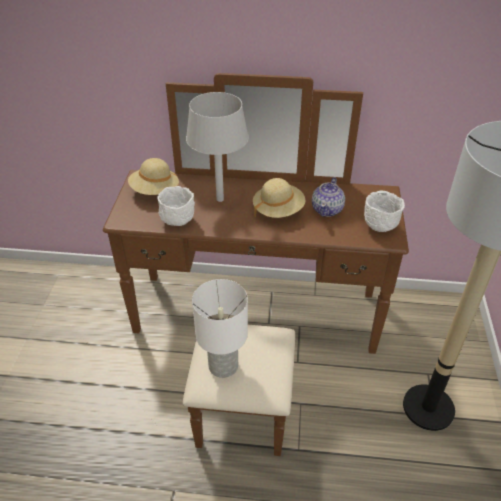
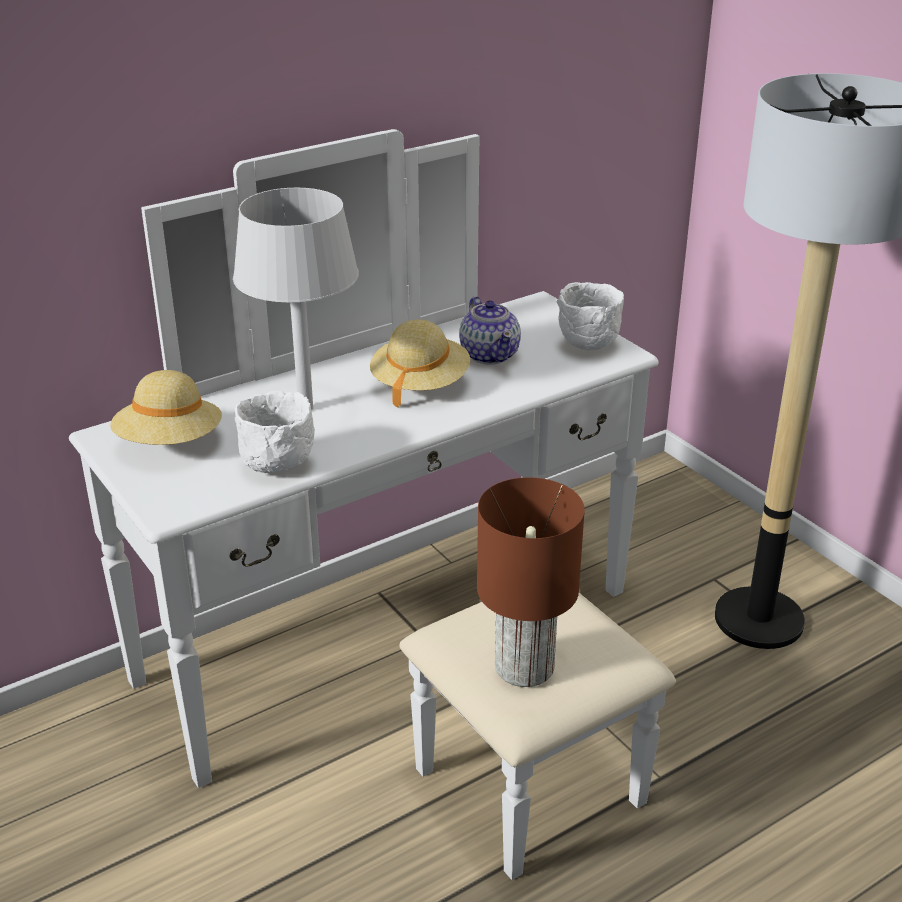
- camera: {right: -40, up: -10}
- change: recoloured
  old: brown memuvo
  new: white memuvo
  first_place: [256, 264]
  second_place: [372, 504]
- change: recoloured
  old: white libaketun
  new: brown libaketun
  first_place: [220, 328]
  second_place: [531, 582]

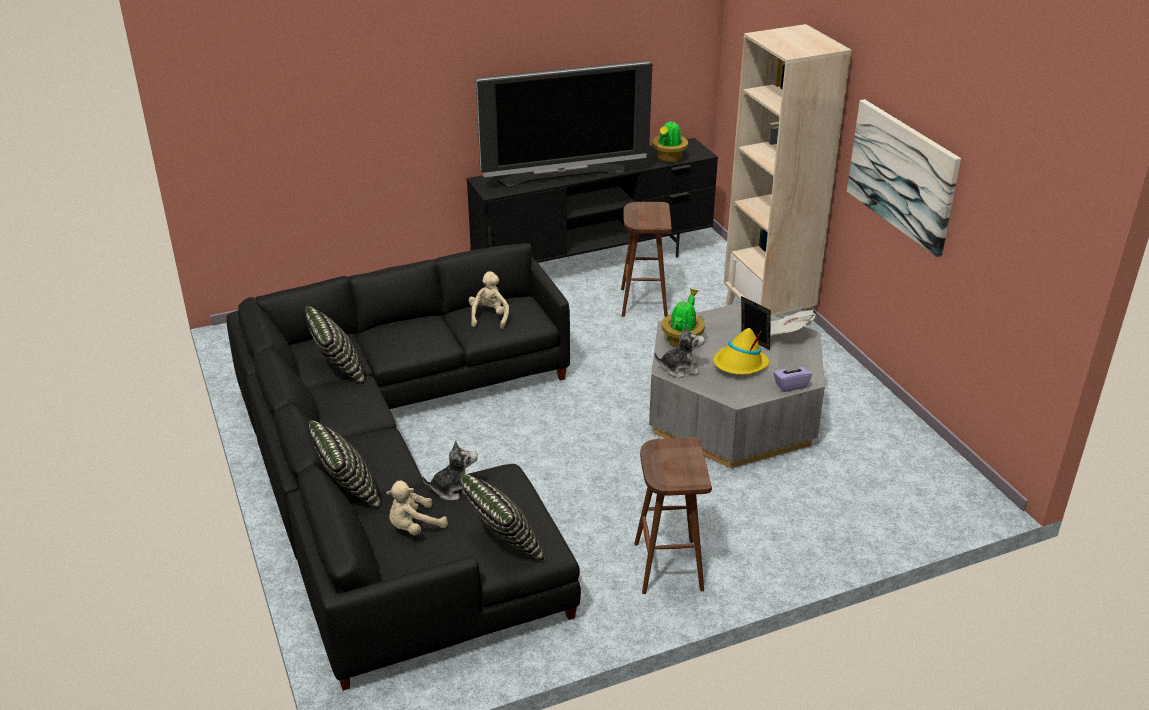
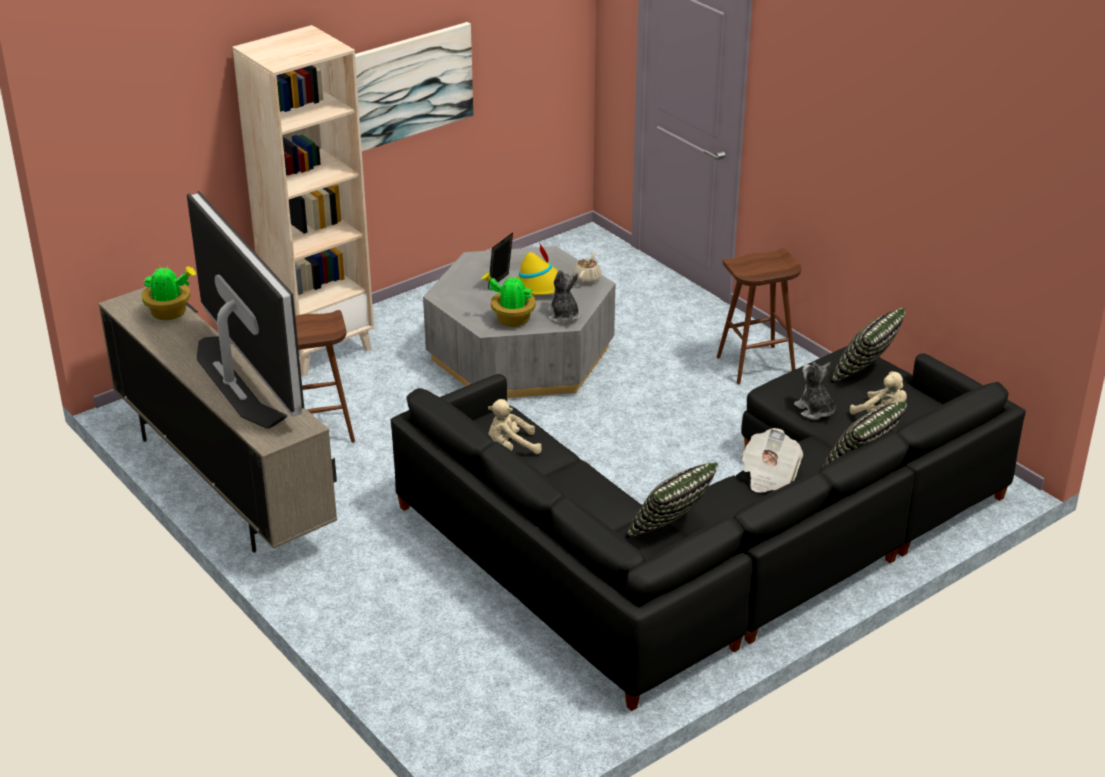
- camera: {right: -105, up: 0}
- change: recoloured
  old: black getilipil
  new: beige getilipil
  first_place: [592, 200]
  second_place: [218, 420]
- change: moved
  old: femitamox
  first_place: [793, 323]
  second_place: [772, 460]
- change: removed
  old: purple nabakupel
  first_place: [792, 377]
- change: added
  new: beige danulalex
  second_place: [587, 268]

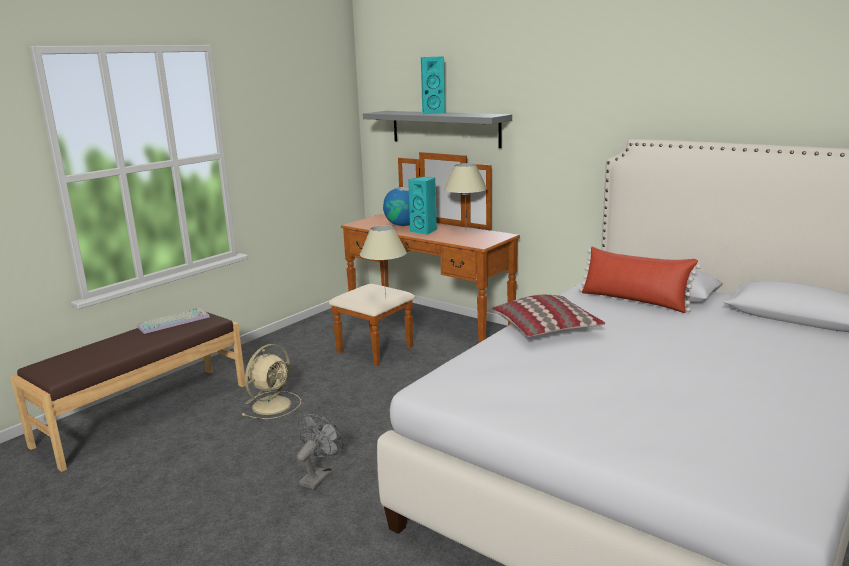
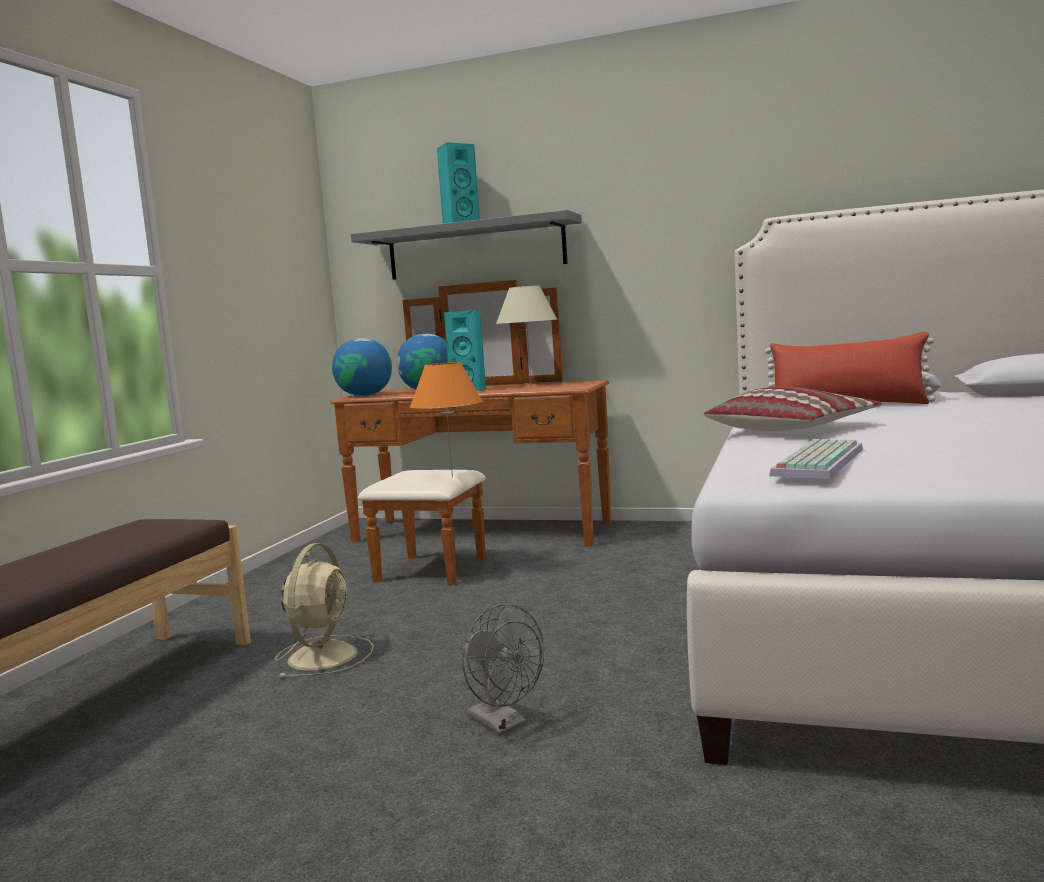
- camera: {right: -20, up: -10}
- change: moved
  old: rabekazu
  first_place: [173, 321]
  second_place: [816, 459]
- change: turned
  old: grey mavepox
  first_place: [320, 451]
  second_place: [503, 669]
  degrees: 135
- change: recoloured
  old: beige libaketun
  new: orange libaketun
  first_place: [383, 262]
  second_place: [446, 419]
- change: added
  new: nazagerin
  second_place: [362, 367]

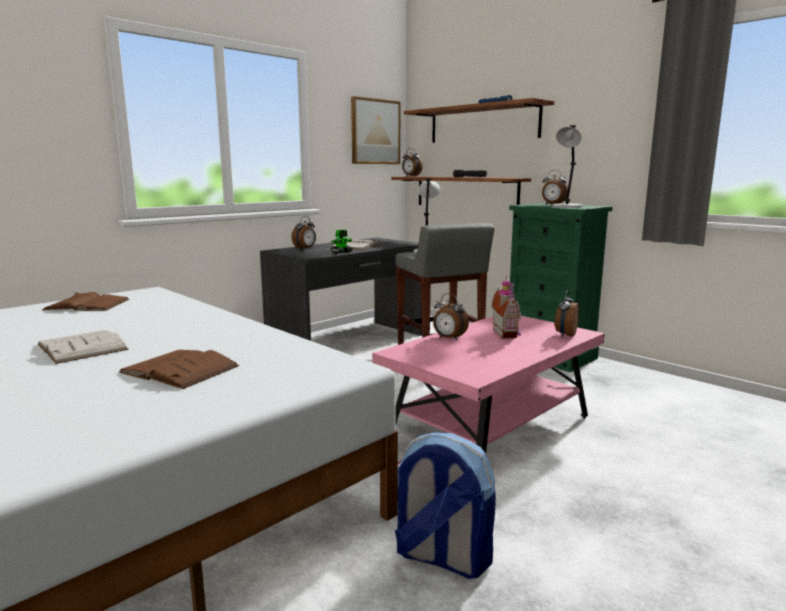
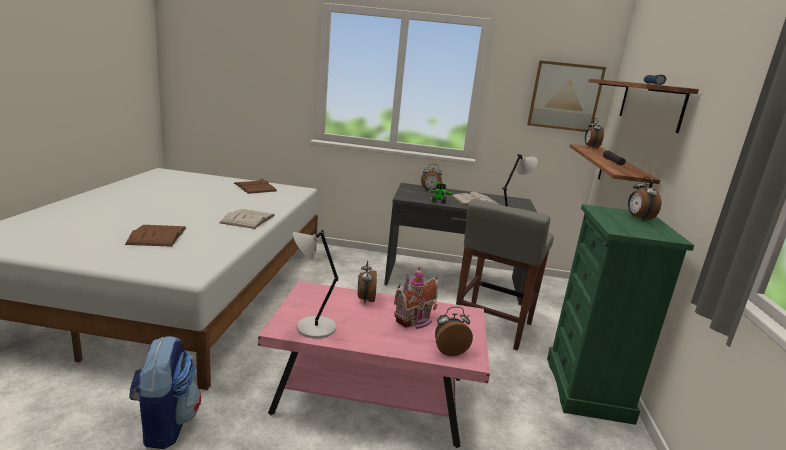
- camera: {right: 50, up: 5}
- change: moved
  old: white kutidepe
  first_place: [83, 347]
  second_place: [247, 219]
- change: moved
  old: grey libaketun
  first_place: [567, 166]
  second_place: [315, 284]

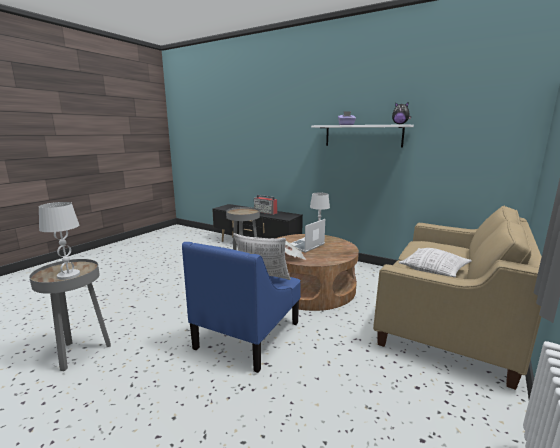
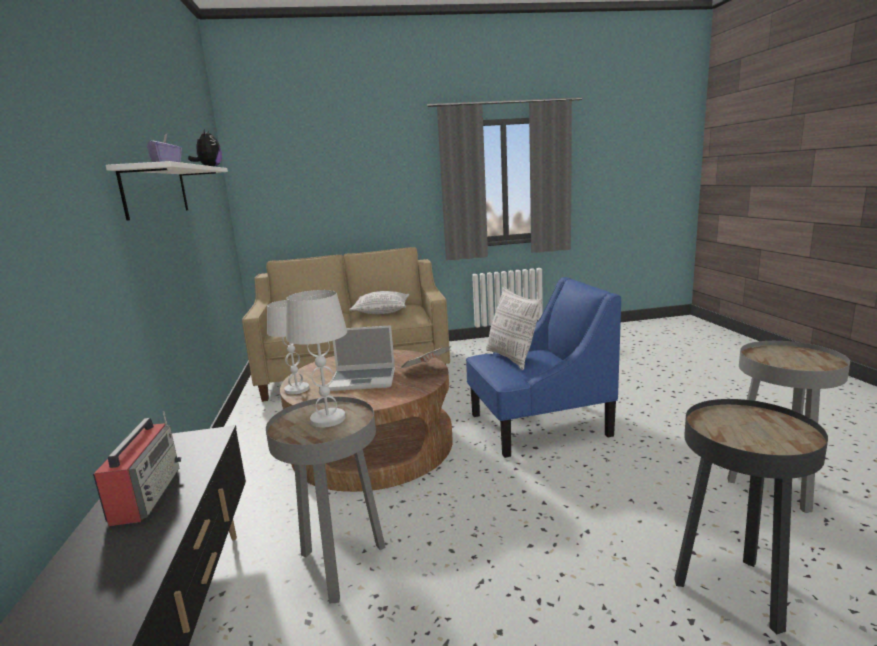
- camera: {right: -130, up: 0}
- change: moved
  old: white libaketun
  first_place: [59, 241]
  second_place: [316, 358]
- change: added
  new: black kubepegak
  second_place: [751, 516]

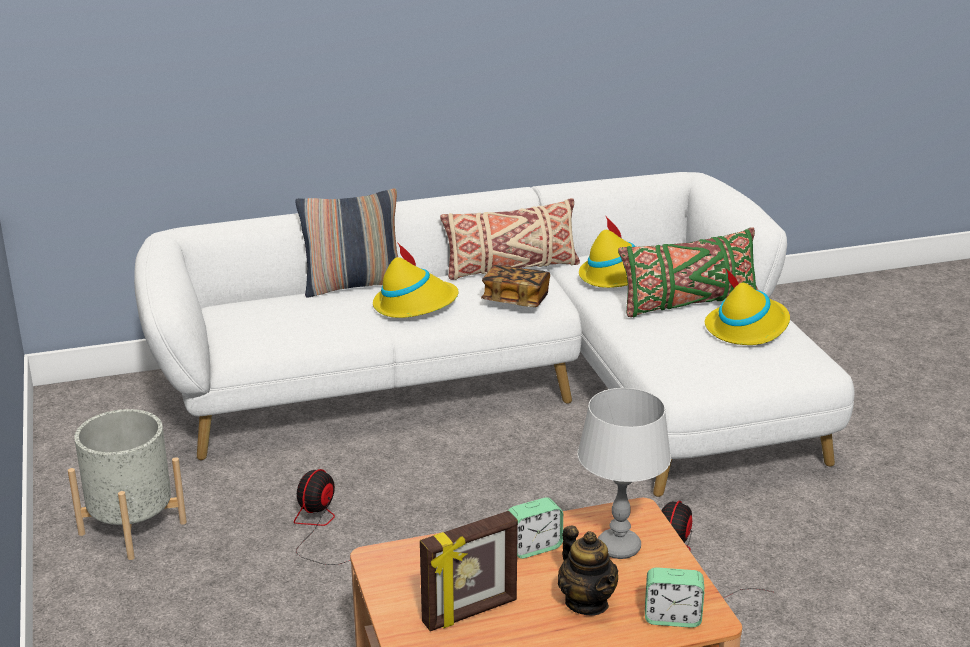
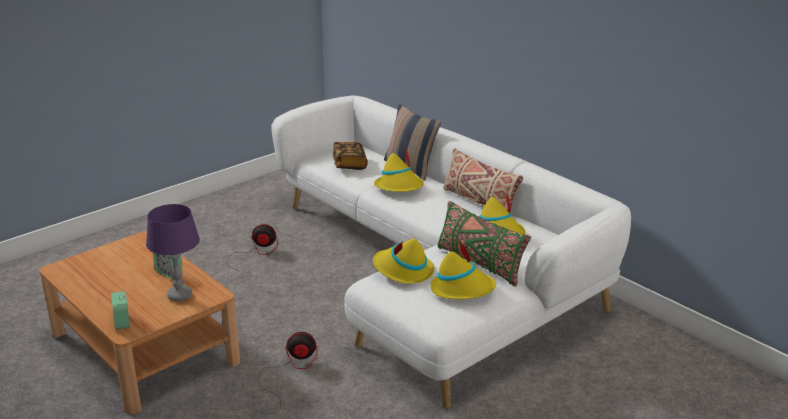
- camera: {right: 65, up: 0}
- change: removed
  old: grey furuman
  first_place: [127, 484]
- change: removed
  old: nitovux
  first_place: [469, 571]
- change: moved
  old: kutidepe
  first_place: [515, 286]
  second_place: [350, 156]
- change: removed
  old: danulalex
  first_place: [588, 571]
- change: recoloured
  old: grey libaketun
  new: purple libaketun
  first_place: [624, 473]
  second_place: [173, 252]
- change: added
  new: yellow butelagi
  second_place: [403, 261]

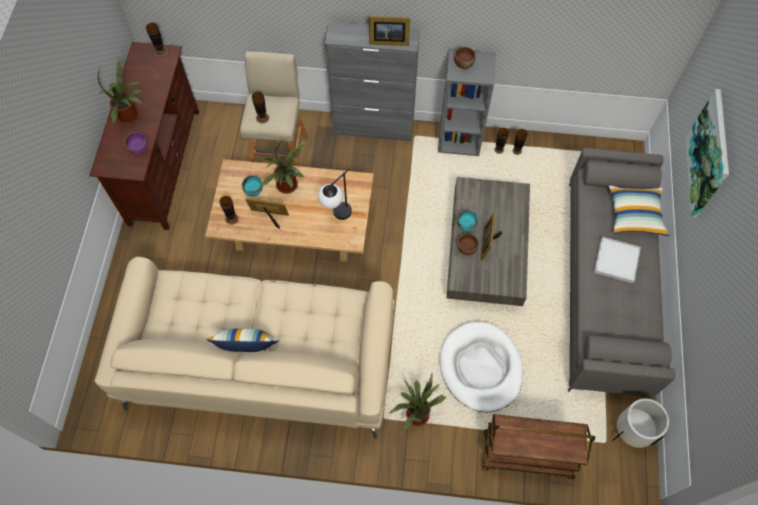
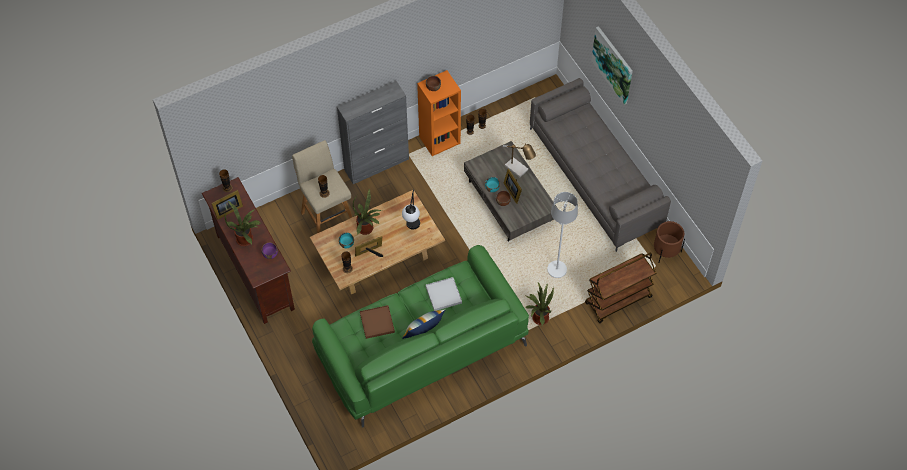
- camera: {right: -35, up: -5}
- change: recoloured
  old: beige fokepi
  new: green fokepi
  first_place: [245, 348]
  second_place: [420, 336]
- change: moved
  old: nitovux
  first_place: [389, 31]
  second_place: [227, 205]
- change: recoloured
  old: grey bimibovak
  new: orange bimibovak
  first_place: [467, 102]
  second_place: [439, 113]
- change: replaced
  old: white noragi
  new: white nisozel
  first_place: [481, 367]
  second_place: [562, 235]
- change: moved
  old: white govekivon
  first_place: [617, 260]
  second_place: [444, 294]
- change: removed
  old: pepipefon
  first_place: [639, 210]
- change: recoloured
  old: white furuman
  new: brown furuman
  first_place: [641, 423]
  second_place: [669, 241]
- change: added
  new: brown govekivon
  second_place: [377, 322]
- change: added
  new: libaketun
  second_place: [519, 160]

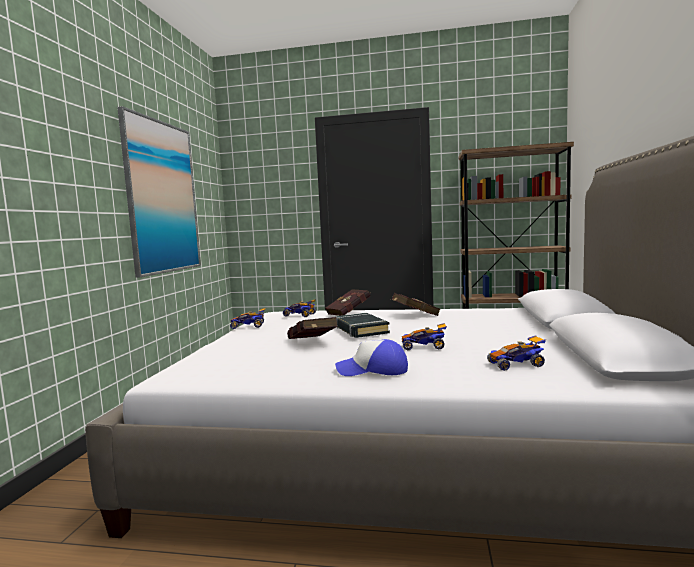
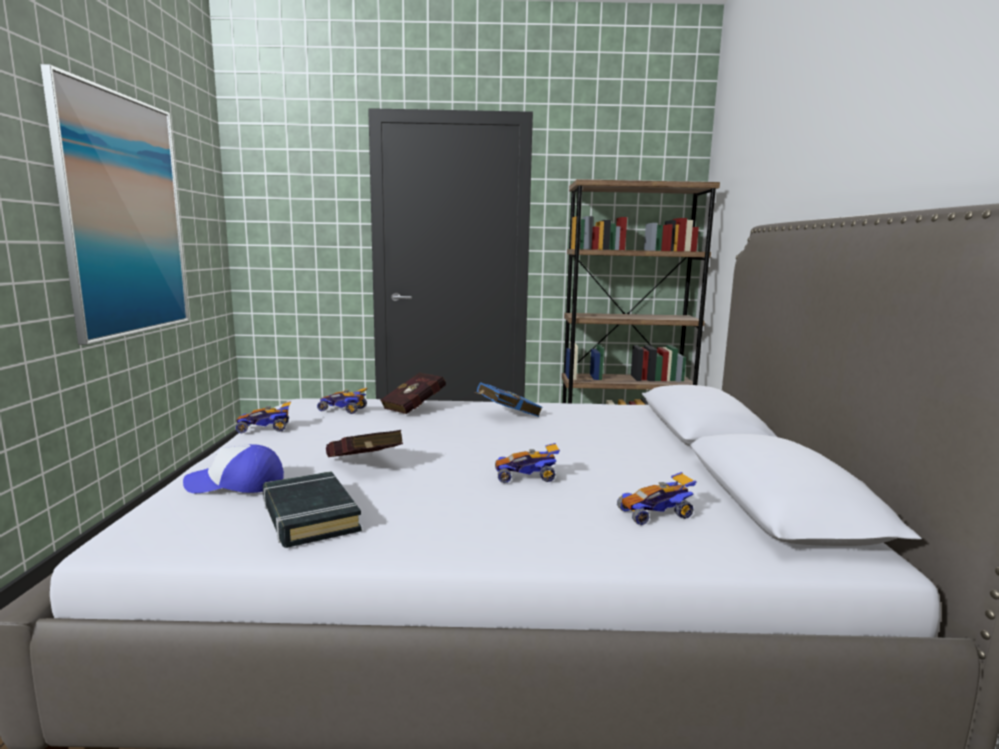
- camera: {right: -10, up: 5}
- change: moved
  old: black kutidepe
  first_place: [362, 325]
  second_place: [312, 509]
- change: moved
  old: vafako
  first_place: [371, 357]
  second_place: [233, 468]
- change: recoloured
  old: red kutidepe
  new: blue kutidepe
  first_place: [415, 304]
  second_place: [509, 399]

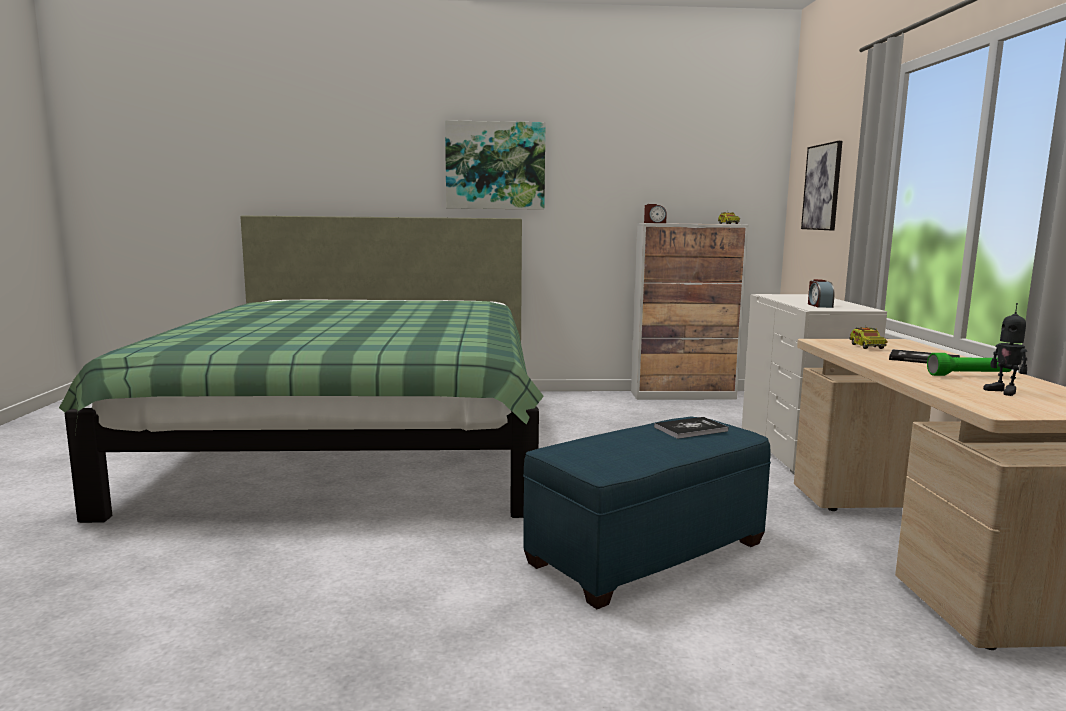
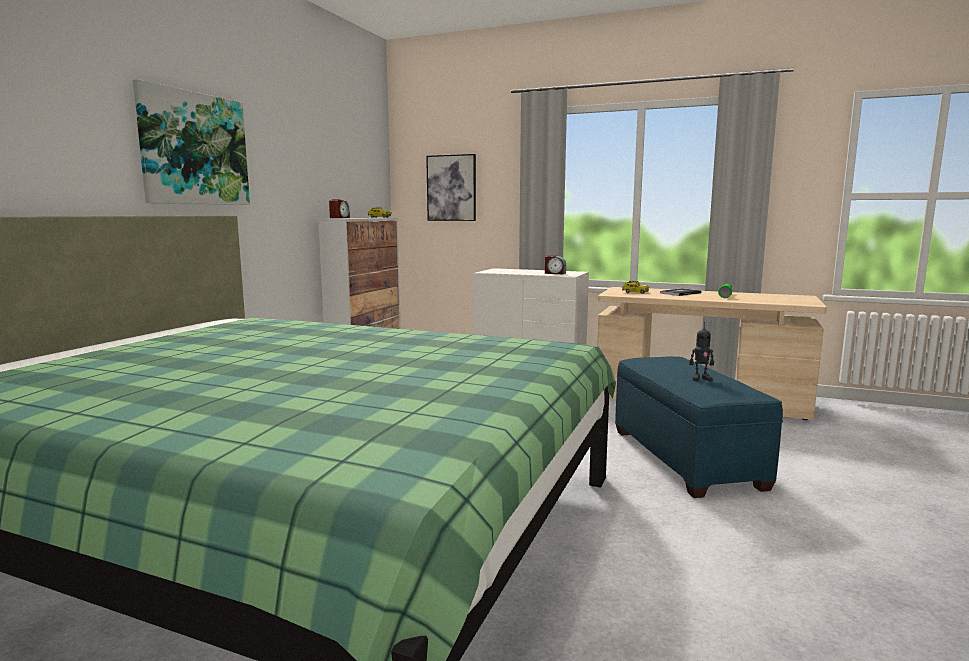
- camera: {right: -65, up: 0}
- change: removed
  old: kutidepe
  first_place: [691, 428]
- change: moved
  old: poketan
  first_place: [1005, 349]
  second_place: [701, 351]

